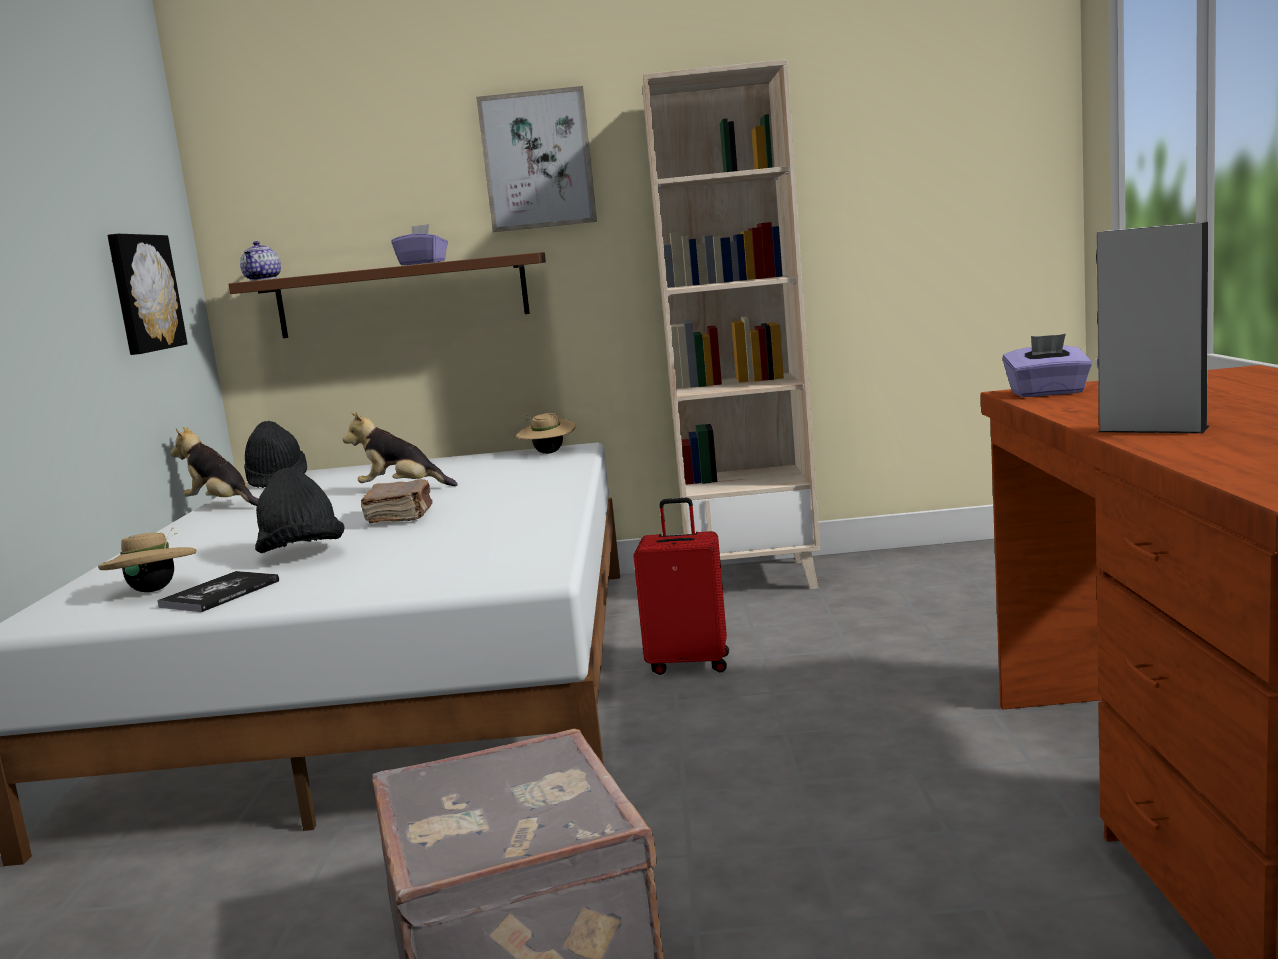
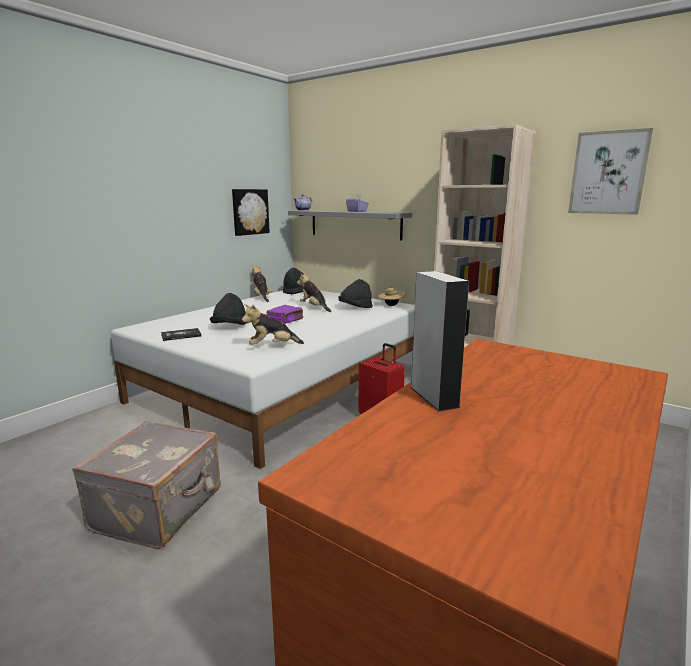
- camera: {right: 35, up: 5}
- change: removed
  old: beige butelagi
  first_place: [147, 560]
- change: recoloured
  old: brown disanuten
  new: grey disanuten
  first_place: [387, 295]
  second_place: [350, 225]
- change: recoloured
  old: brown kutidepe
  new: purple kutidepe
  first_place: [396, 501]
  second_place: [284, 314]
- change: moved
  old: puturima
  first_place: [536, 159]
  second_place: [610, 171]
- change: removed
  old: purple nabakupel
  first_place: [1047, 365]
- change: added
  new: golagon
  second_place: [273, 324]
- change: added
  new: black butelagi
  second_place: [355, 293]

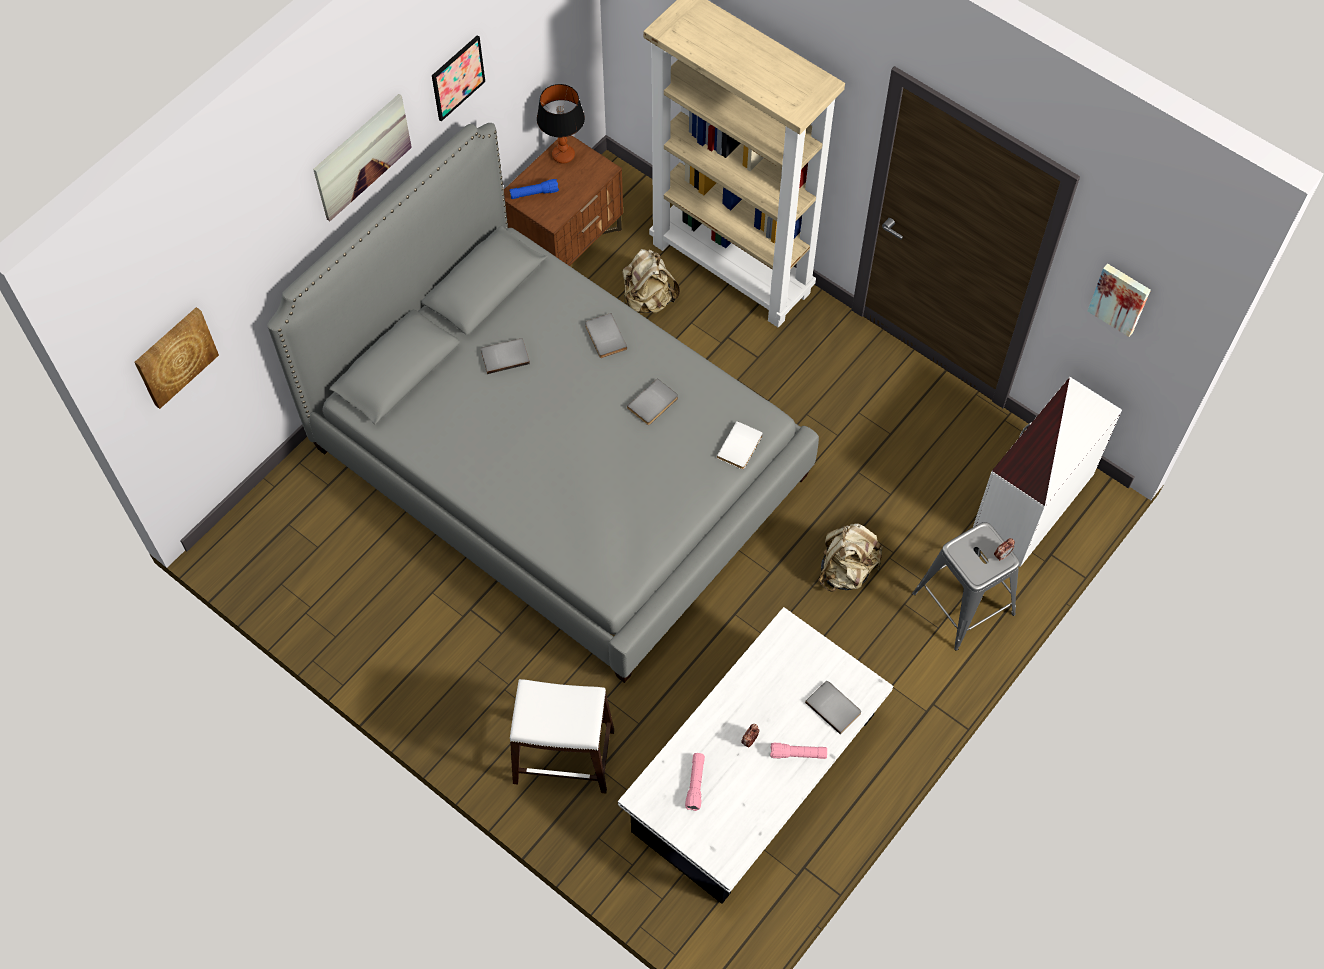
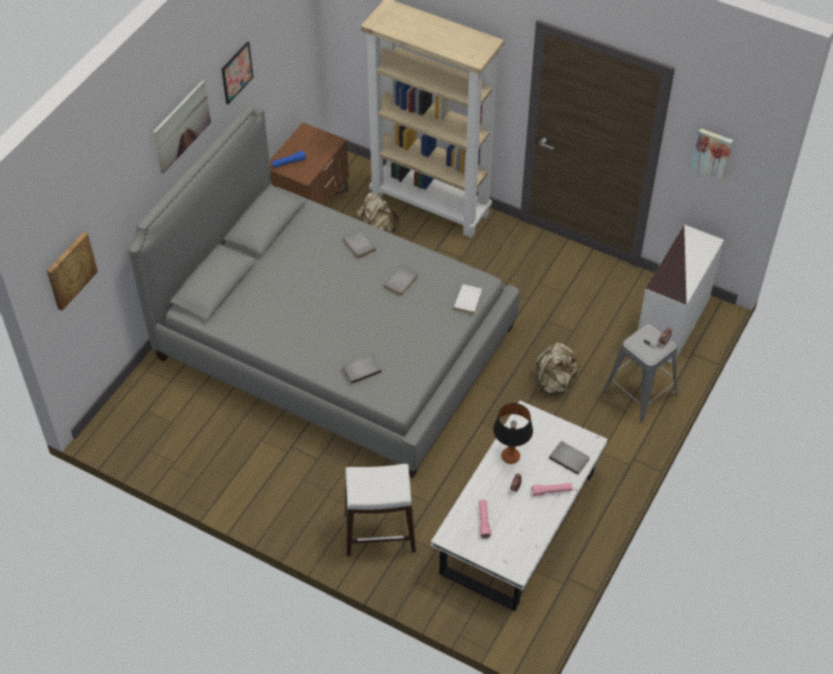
- camera: {right: -10, up: -10}
- change: moved
  old: grey kutidepe
  first_place: [505, 356]
  second_place: [362, 369]
- change: moved
  old: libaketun
  first_place: [561, 124]
  second_place: [513, 433]

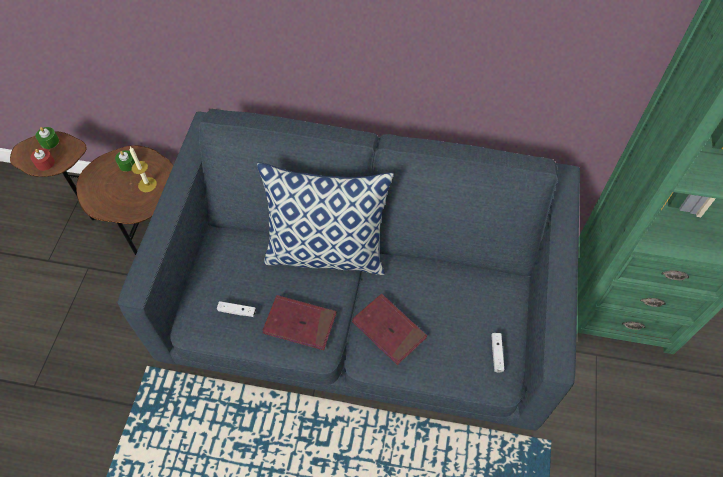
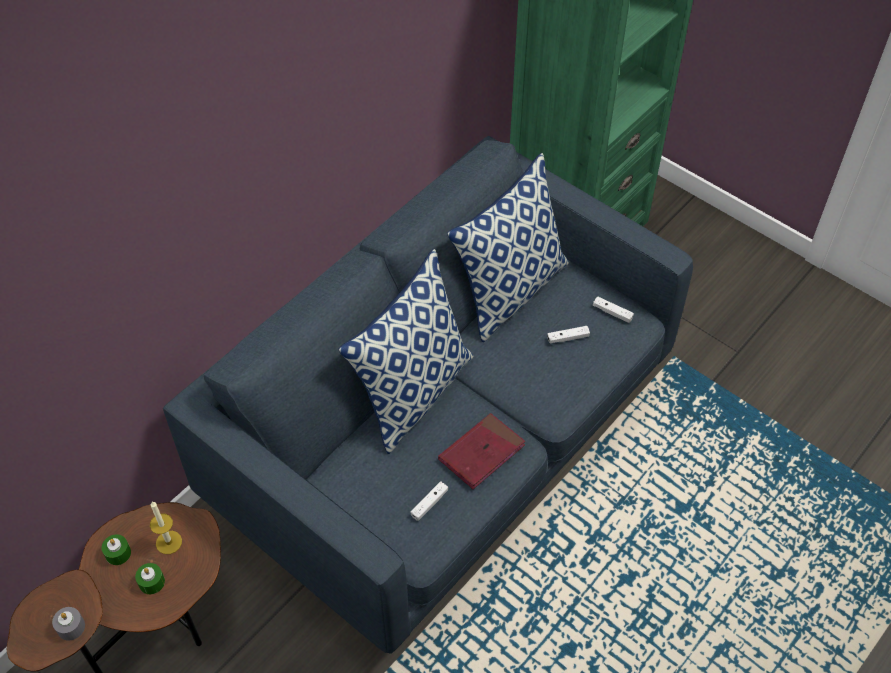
- camera: {right: -60, up: -5}
- change: recoloured
  old: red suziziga
  new: grey suziziga
  first_place: [43, 159]
  second_place: [68, 624]
- change: moved
  old: green suziziga
  first_place: [47, 138]
  second_place: [150, 578]
- change: removed
  old: red kutidepe
  first_place: [389, 329]
- change: added
  new: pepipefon
  second_place: [508, 247]
- change: added
  new: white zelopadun
  second_place: [568, 335]

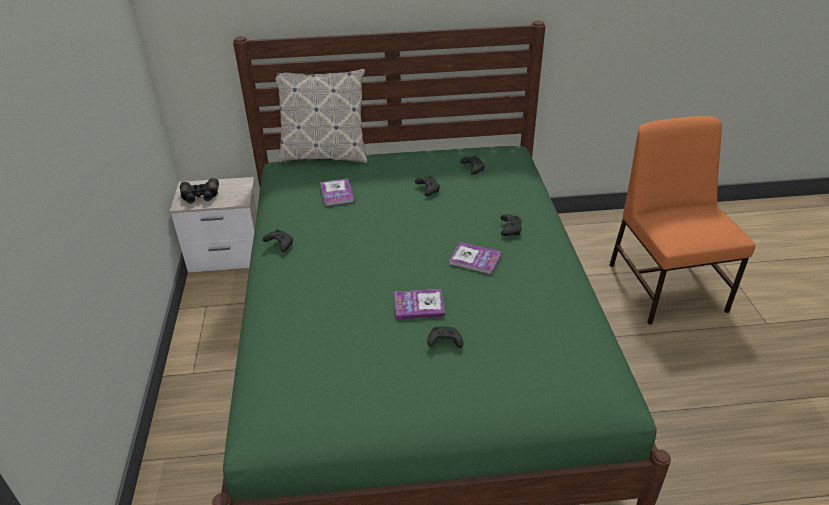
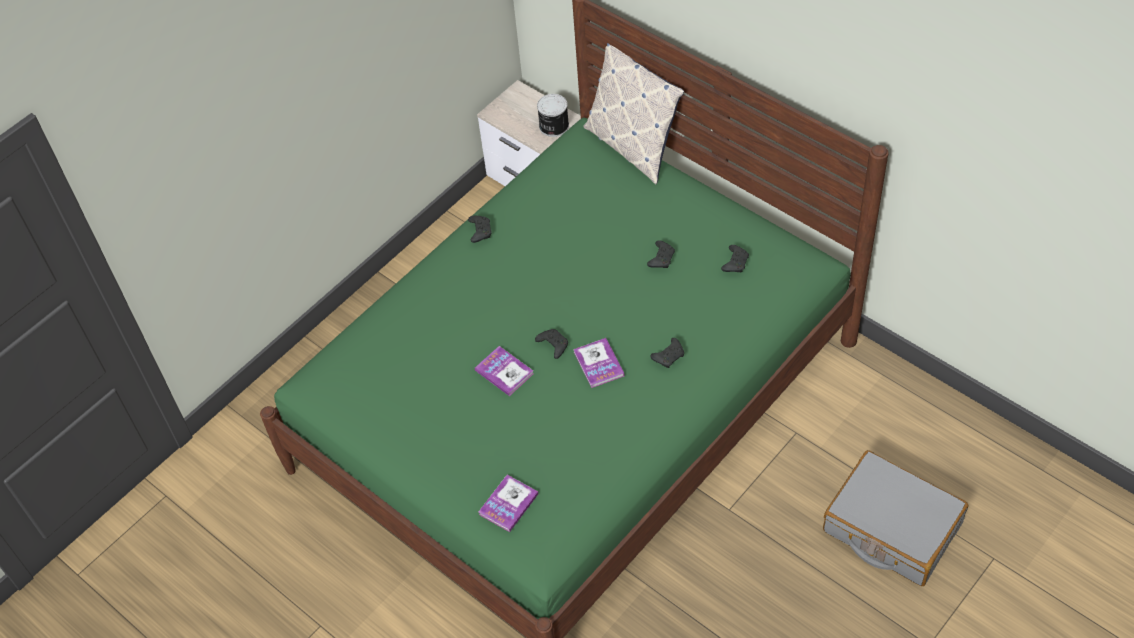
- camera: {right: 50, up: 15}
- change: removed
  old: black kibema
  first_place: [199, 190]
- change: moved
  old: kutidepe
  first_place: [337, 192]
  second_place: [508, 503]
- change: moved
  old: black zelopadun
  first_place: [445, 337]
  second_place: [551, 344]
- change: replaced
  old: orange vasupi
  new: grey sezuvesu
  first_place: [682, 220]
  second_place: [895, 518]
- change: added
  new: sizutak
  second_place: [553, 115]

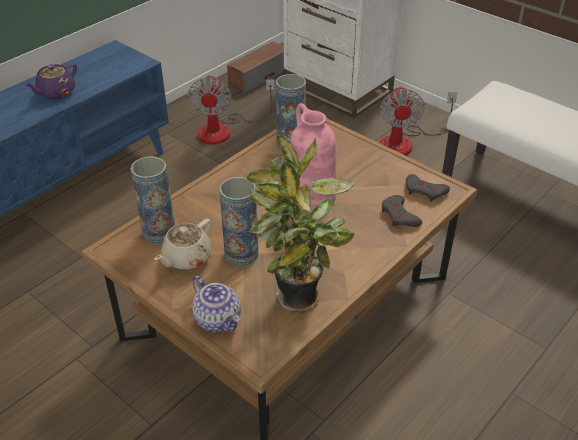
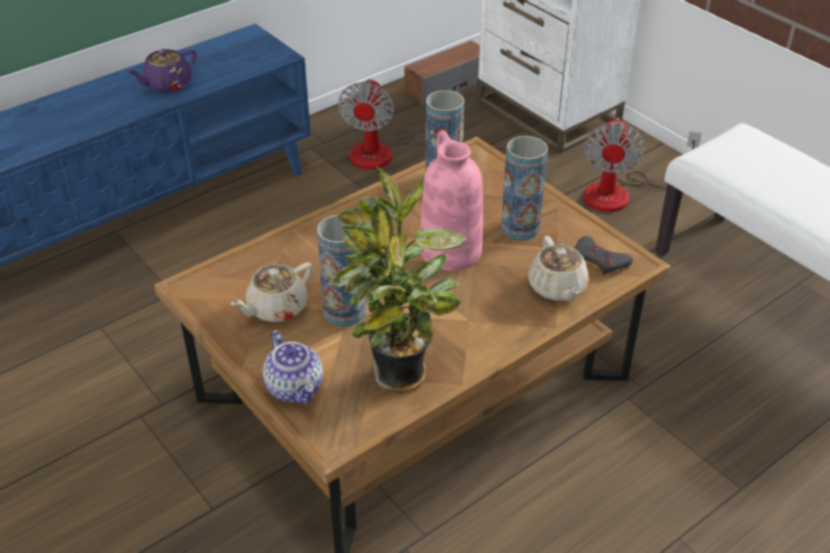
- camera: {right: 10, up: 0}
- change: moved
  old: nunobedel
  first_place: [153, 199]
  second_place: [524, 188]
- change: replaced
  old: grey zelopadun
  new: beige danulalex
  first_place: [402, 211]
  second_place: [558, 268]

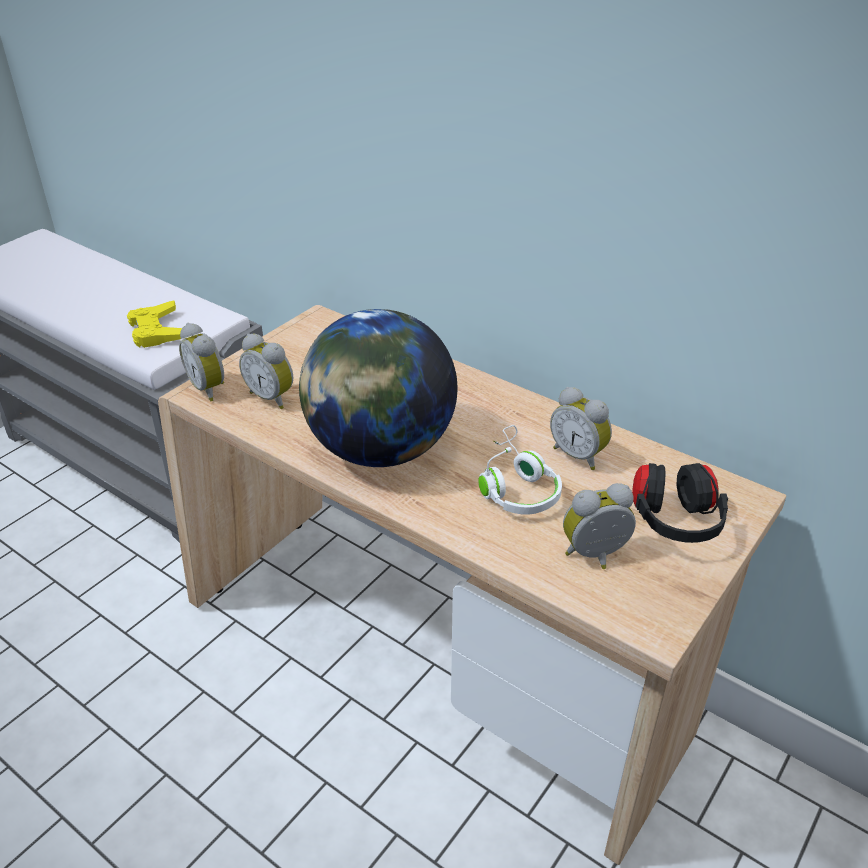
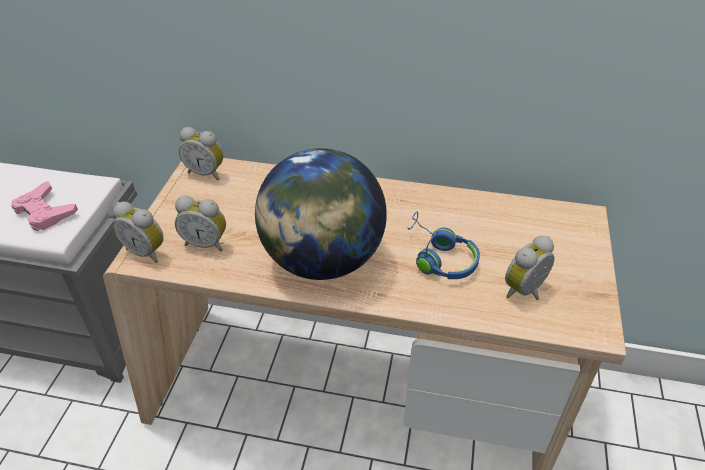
- camera: {right: -25, up: 5}
- change: recoloured
  old: yellow zelopadun
  new: pink zelopadun
  first_place: [154, 324]
  second_place: [44, 206]
- change: recoloured
  old: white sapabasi
  new: blue sapabasi
  first_place: [520, 470]
  second_place: [444, 245]
- change: moved
  old: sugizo
  first_place: [581, 428]
  second_place: [201, 153]
- change: removed
  old: black sapabasi
  first_place: [680, 503]

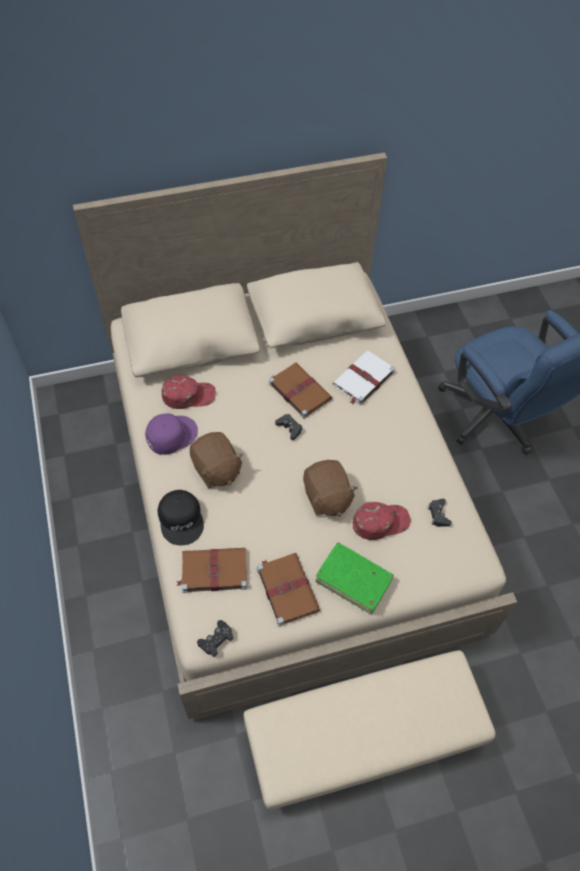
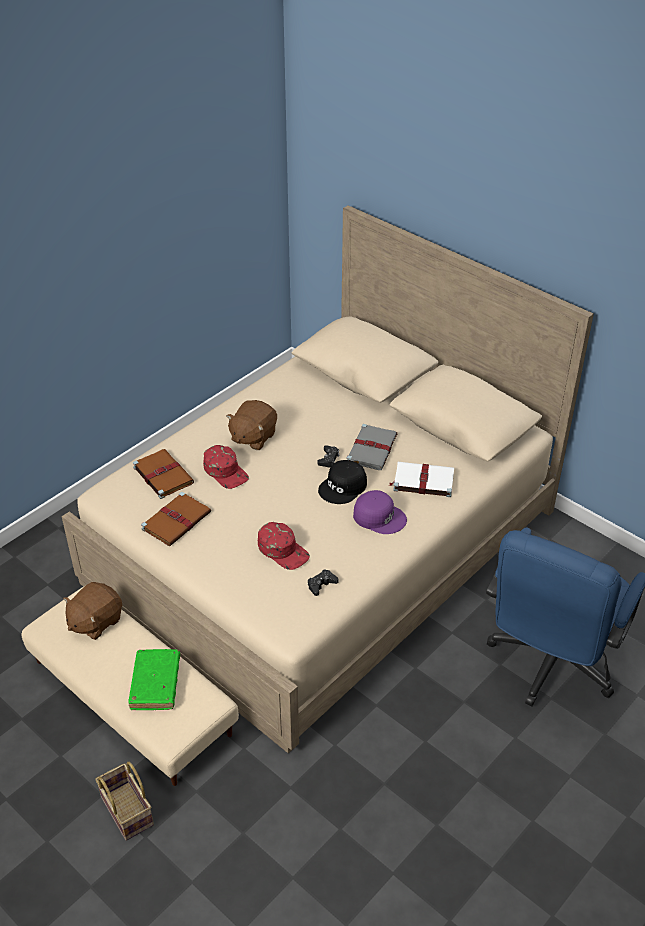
- camera: {right: 60, up: -15}
- change: moved
  old: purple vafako
  first_place: [171, 434]
  second_place: [380, 512]
- change: moved
  old: black vafako
  first_place: [180, 517]
  second_place: [342, 482]
- change: moved
  old: red vafako
  first_place: [189, 392]
  second_place: [226, 467]
- change: removed
  old: black zelopadun
  first_place: [215, 638]
- change: recoloured
  old: brown kutidepe
  new: grey kutidepe
  first_place: [300, 391]
  second_place: [372, 447]
- change: moved
  old: brown golagon
  first_place: [330, 488]
  second_place: [92, 611]
- change: moved
  old: green kutidepe
  first_place: [354, 578]
  second_place: [154, 679]
- change: added
  new: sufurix
  second_place: [124, 801]

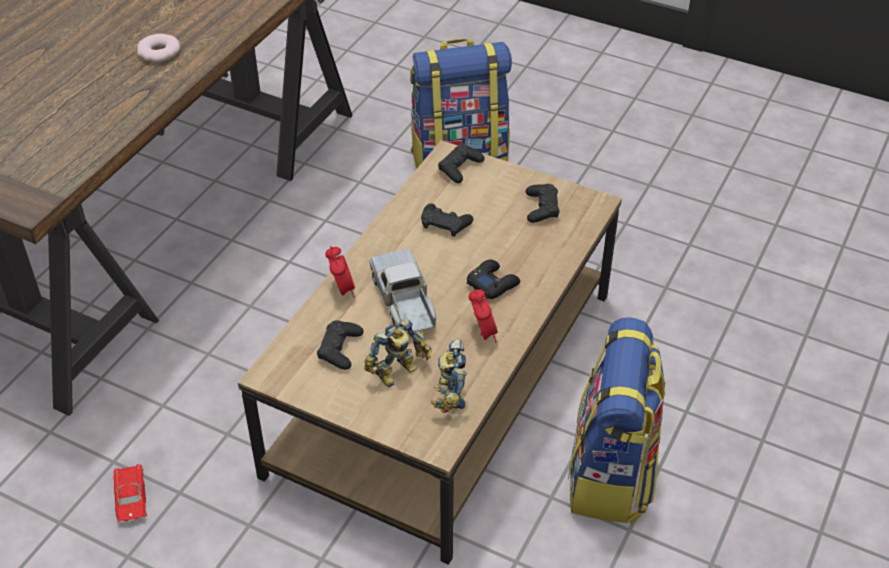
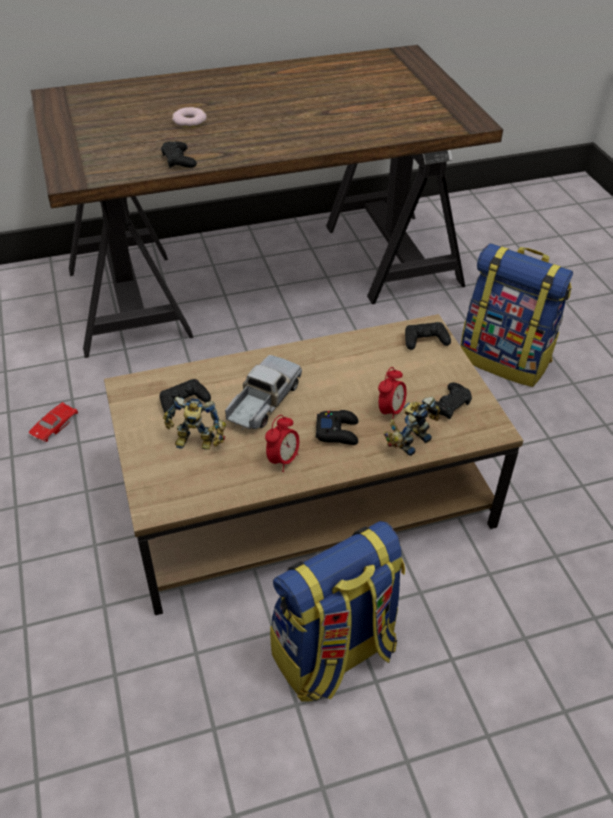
- camera: {right: 45, up: 0}
- change: moved
  old: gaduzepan
  first_place: [158, 48]
  second_place: [189, 117]
- change: moved
  old: sugizo
  first_place: [340, 272]
  second_place: [392, 392]
- change: moved
  old: black zelopadun
  first_place: [447, 220]
  second_place: [179, 155]
- change: moved
  old: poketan
  first_place: [449, 375]
  second_place: [412, 426]

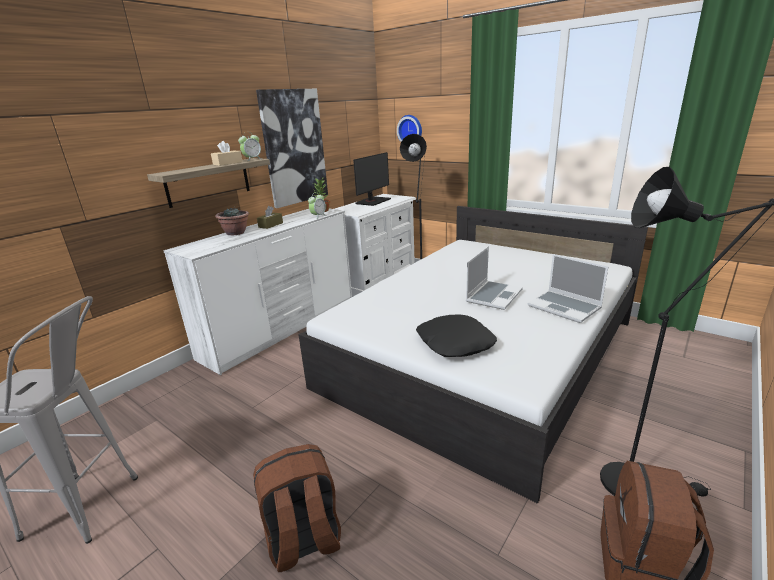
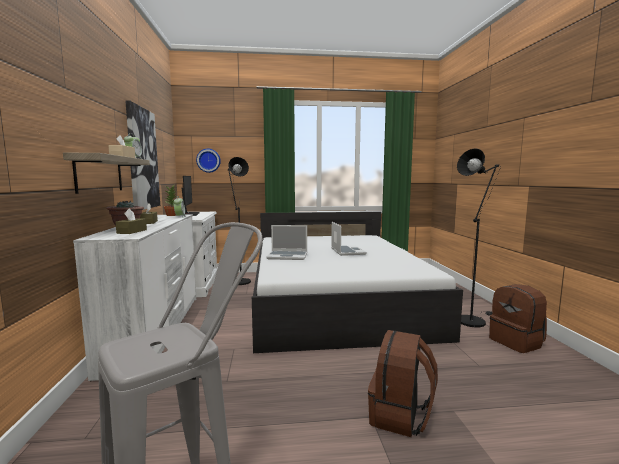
- camera: {right: -45, up: -15}
- change: removed
  old: black pepipefon
  first_place: [456, 335]
- change: moved
  old: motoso
  first_place: [568, 288]
  second_place: [286, 242]
- change: added
  new: brown nabakupel
  second_place: [131, 221]

